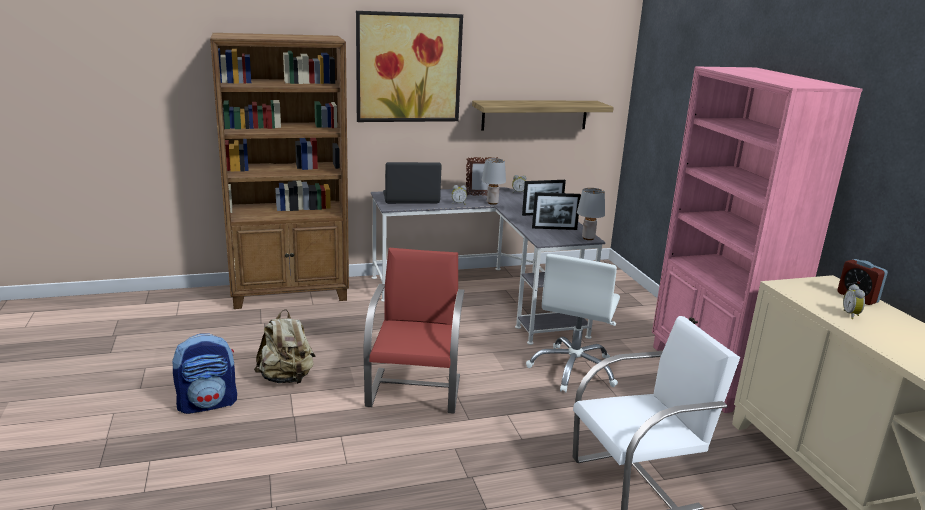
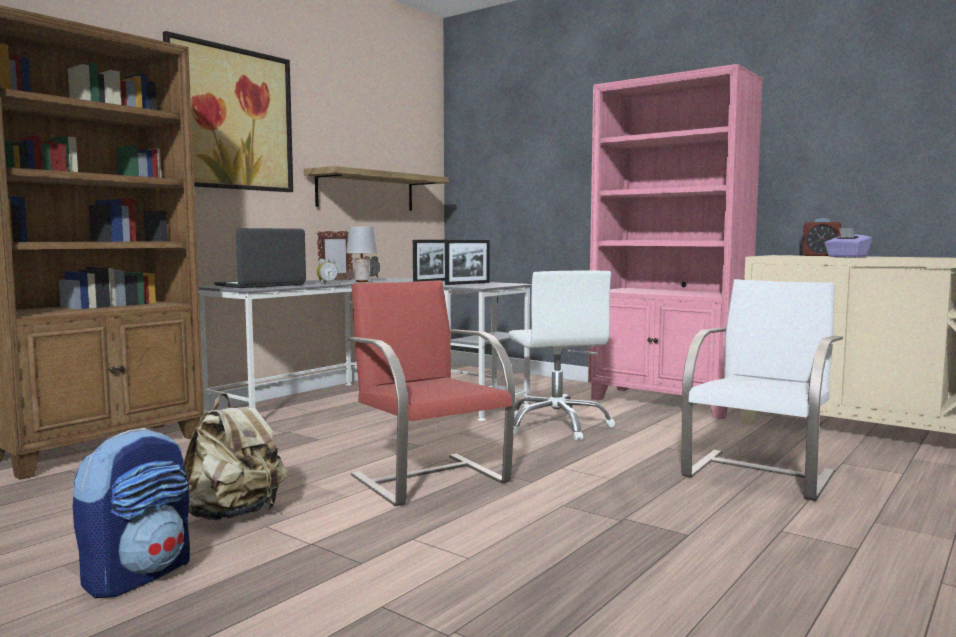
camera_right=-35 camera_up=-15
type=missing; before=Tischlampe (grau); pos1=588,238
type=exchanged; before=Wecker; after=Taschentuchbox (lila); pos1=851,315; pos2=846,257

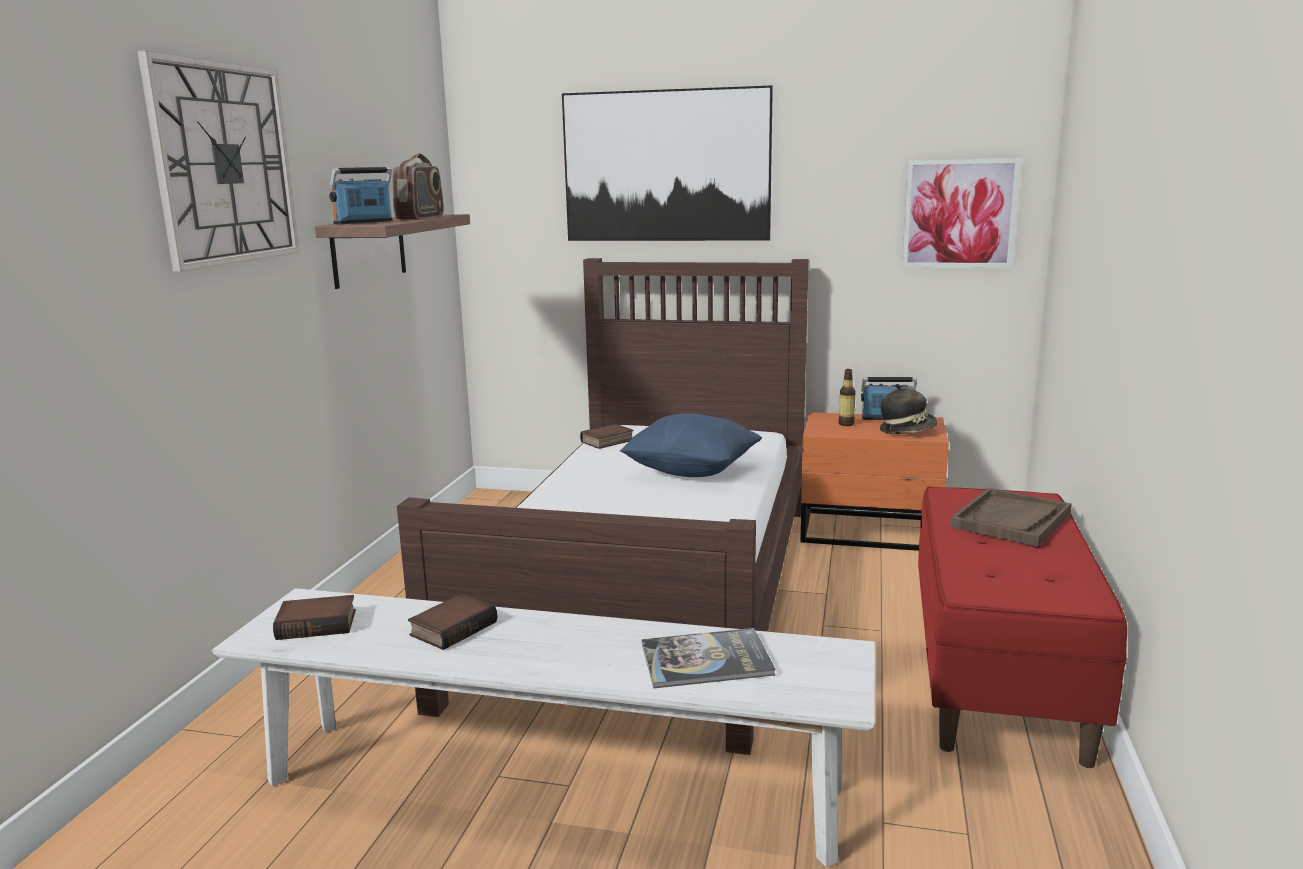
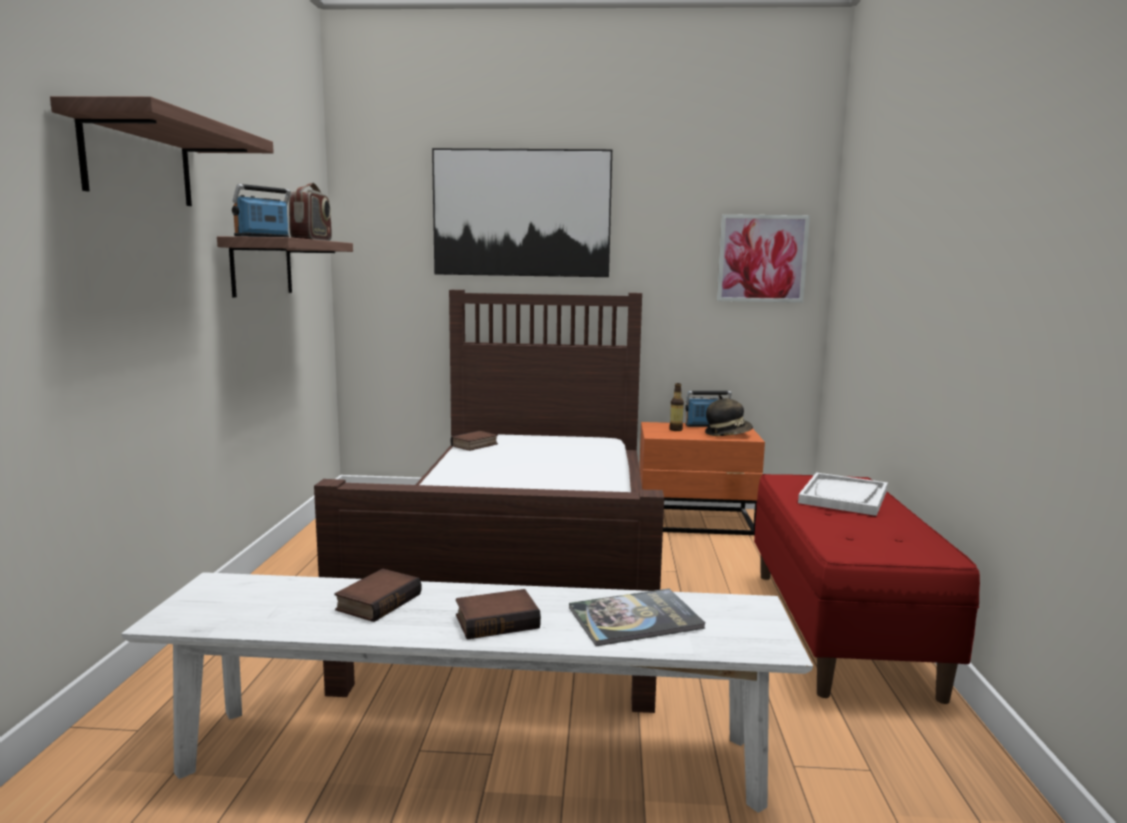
camera_right=-10 camera_up=-5
type=exchanged; before=Wanduhr; after=Wandregal; pos1=224,164; pos2=138,161
type=missing; before=Kissen (blau); pos1=691,472
type=colour; before=Tablett (braun); after=Tablett (weiß); pos1=1011,520; pos2=844,497
type=relocated; before=Buch; pos1=318,623; pos2=497,620

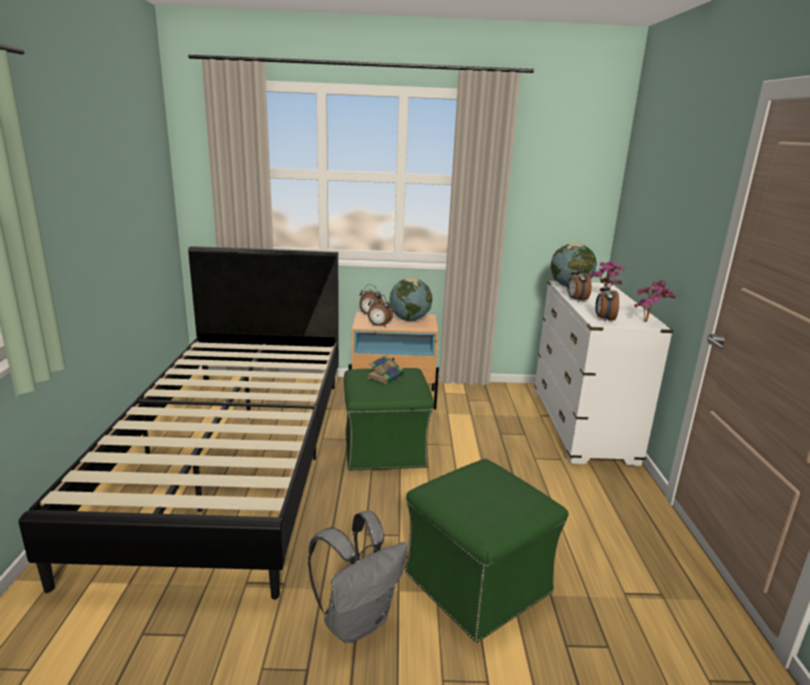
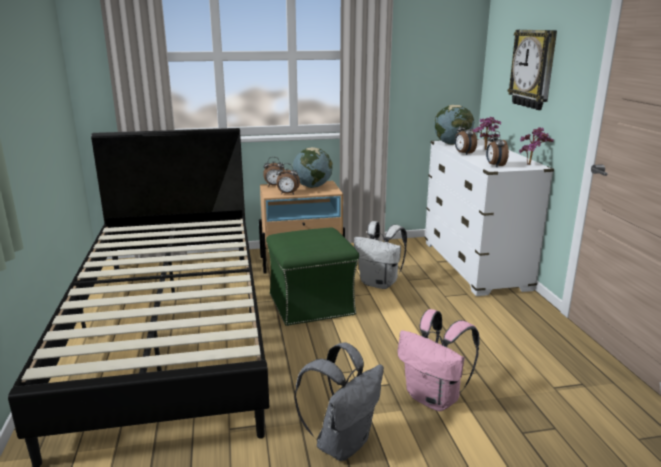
camera_right=-10 camera_up=0
type=missing; before=Buch; pos1=385,376
type=exchanged; before=Polsterhocker (grün); after=Rucksack (rosa); pos1=478,584; pos2=434,398
type=appeared; after=Wanduhr; pos2=533,69
type=appeared; after=Rucksack (weiß); pos2=380,283

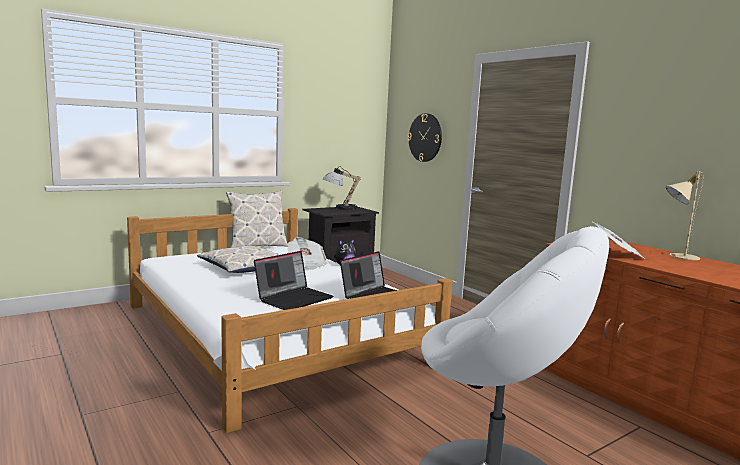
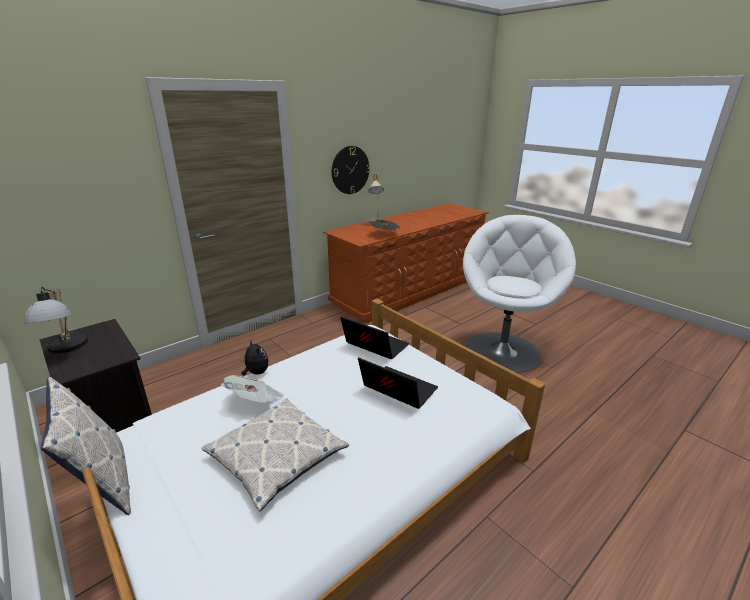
camera_right=-95 camera_up=15
type=relocated; before=Wanduhr; pos1=425,137; pos2=350,170

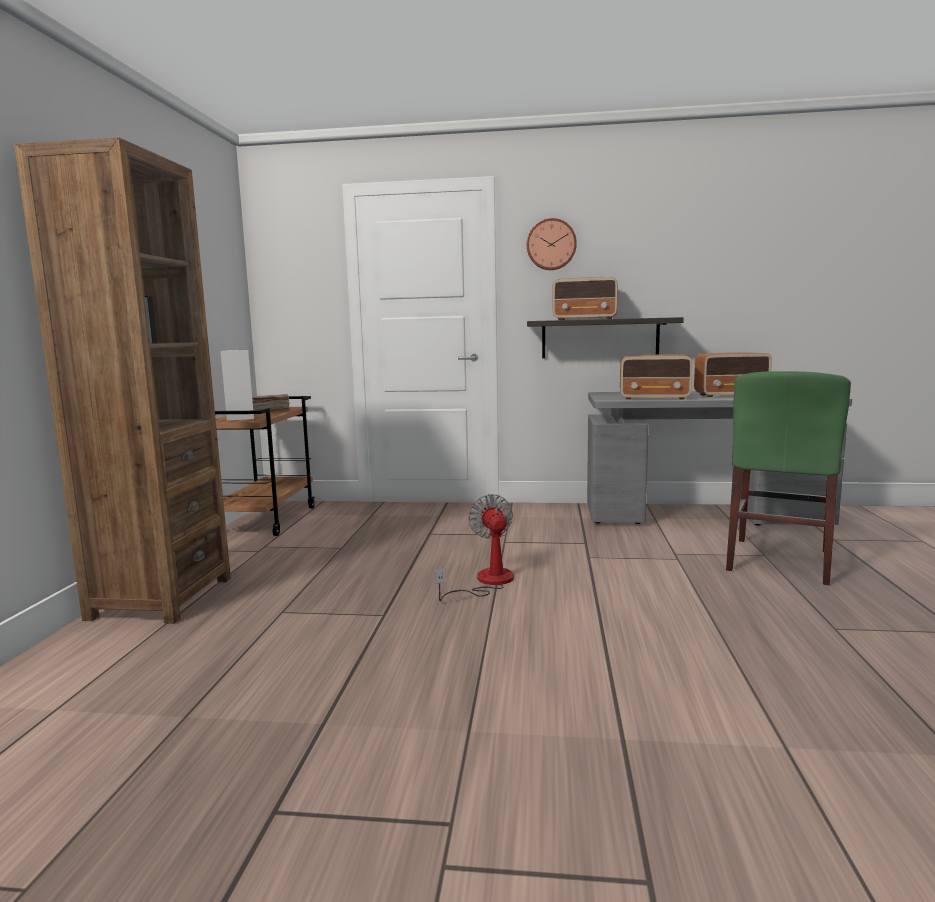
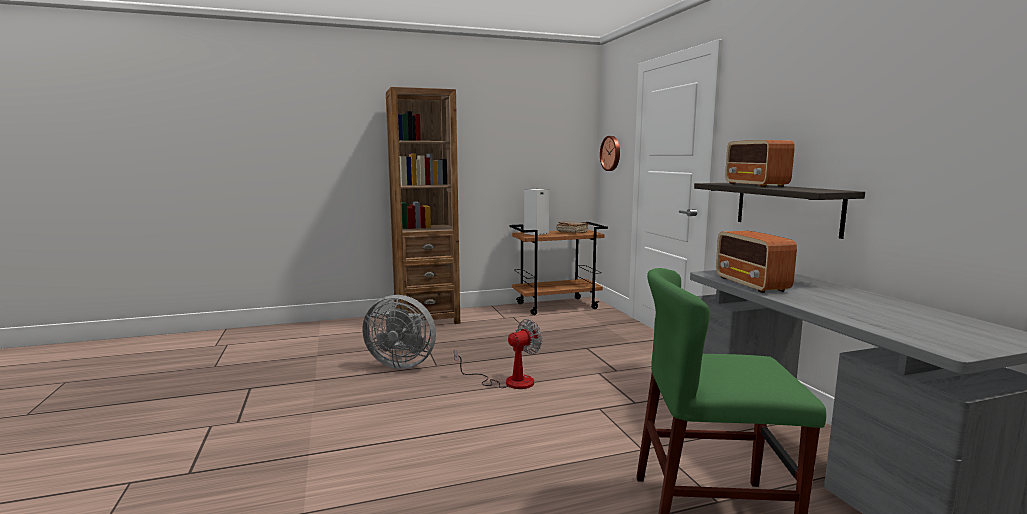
camera_right=65 camera_up=0
type=relocated; before=Wanduhr; pos1=551,244; pos2=611,153
type=missing; before=Radio; pos1=731,395
type=appeared; after=Ventilator (grau); pos2=402,363

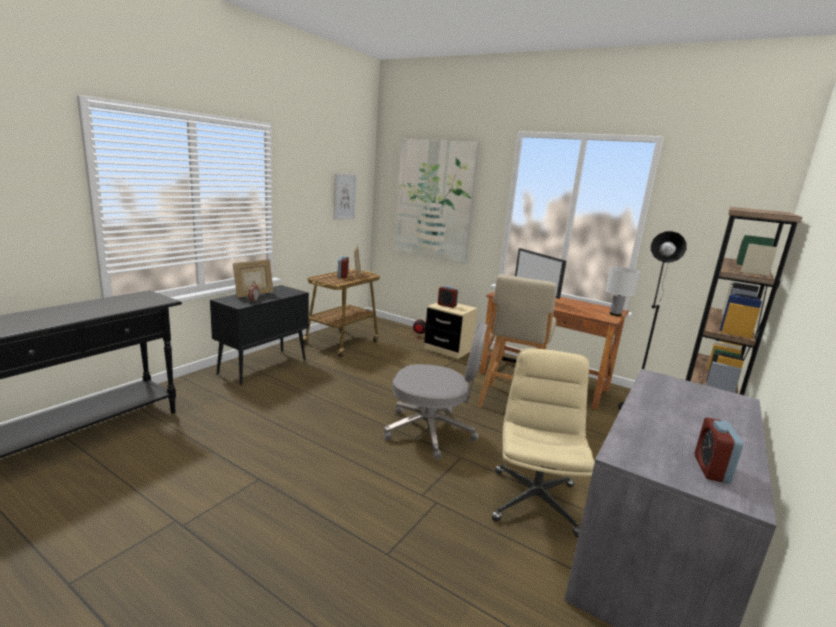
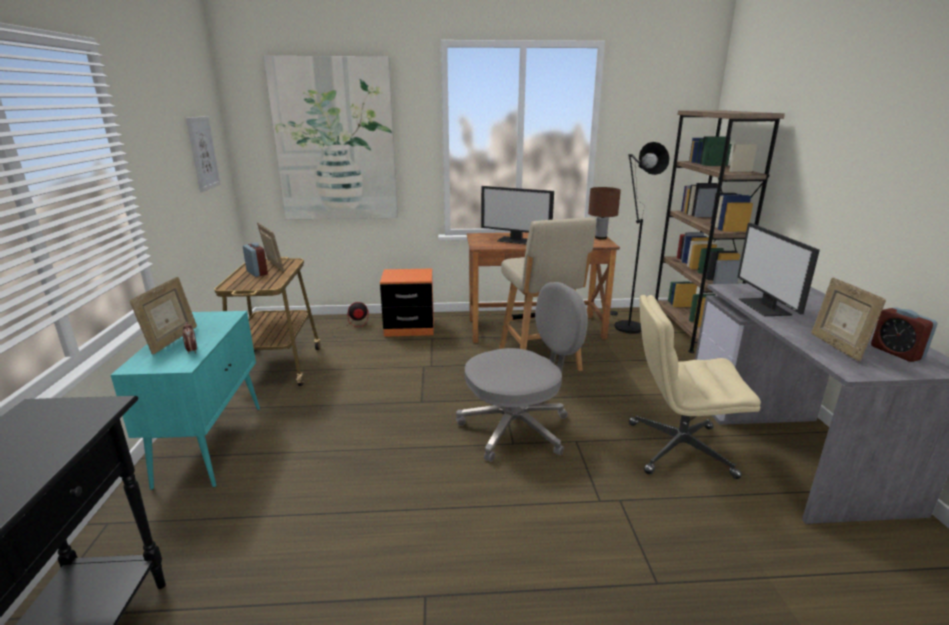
camera_right=-35 camera_up=5
type=colour; before=Tischlampe (weiß); after=Tischlampe (braun); pos1=615,314; pos2=600,238
type=colour; before=Schrank (schwarz); after=Schrank (türkis); pos1=264,366; pos2=211,444
type=missing; before=Wecker; pos1=447,305
type=colour; before=Nachttisch (beige); after=Nachttisch (orange); pos1=448,349; pos2=409,328
type=spun; before=Bürostuhl (beige); pos1=534,501; pos2=678,449; turn=-60
type=appeared; after=Monitor; pos2=765,307
type=appeared; after=Bilderrahmen; pos2=836,347

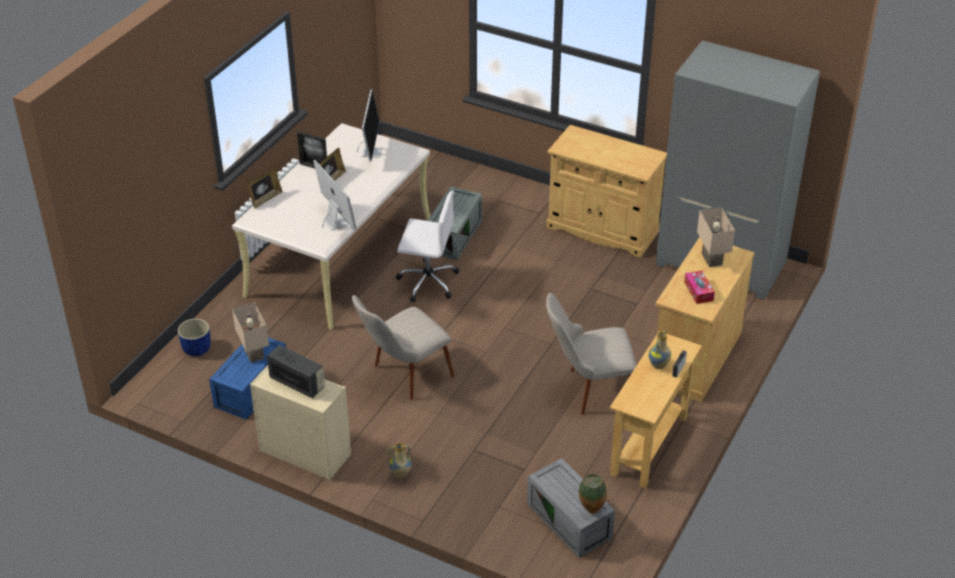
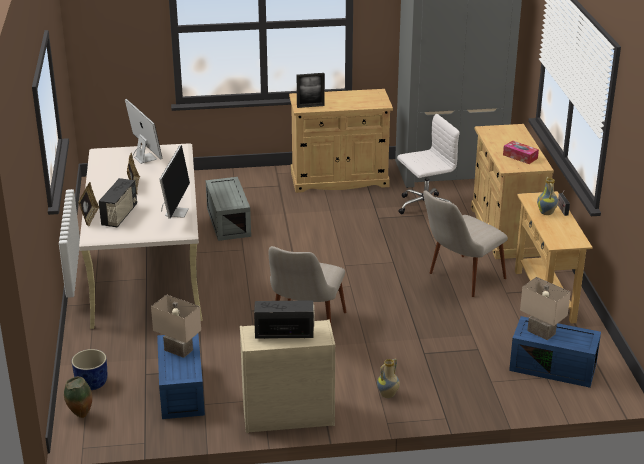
camera_right=-35 camera_up=-10
type=relocated; before=Bilderrahmen; pos1=314,167; pos2=310,106
type=spun; before=Monitor; pos1=335,222; pos2=176,212; turn=75
type=relocated; before=Bürostuhl (weiß); pos1=427,281; pos2=424,208
type=relocated; before=Tischlampe (beige); pos1=710,259; pos2=540,333
type=colour; before=Aufbewahrungsbox (grau); after=Aufbewahrungsbox (blau); pos1=571,521; pos2=554,367
type=relocated; before=Vase; pos1=590,510; pos2=80,416
type=appeared; after=Radio; pos2=120,216

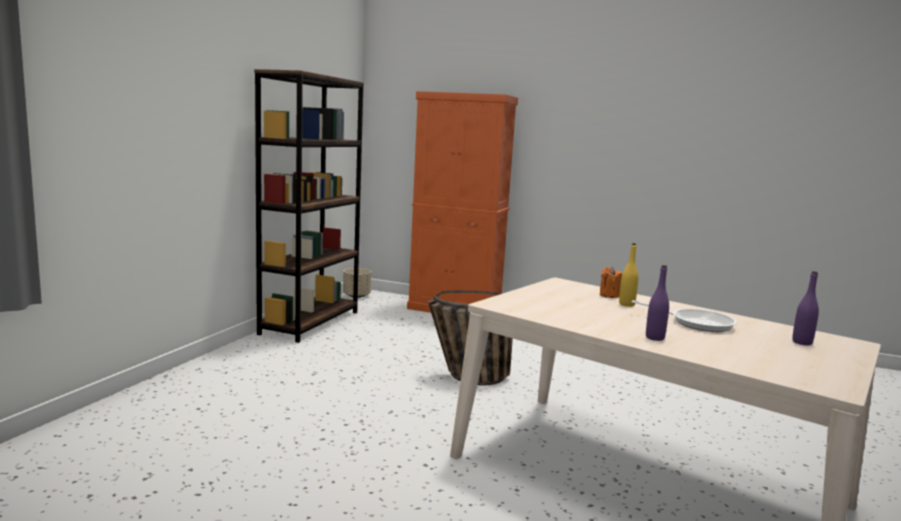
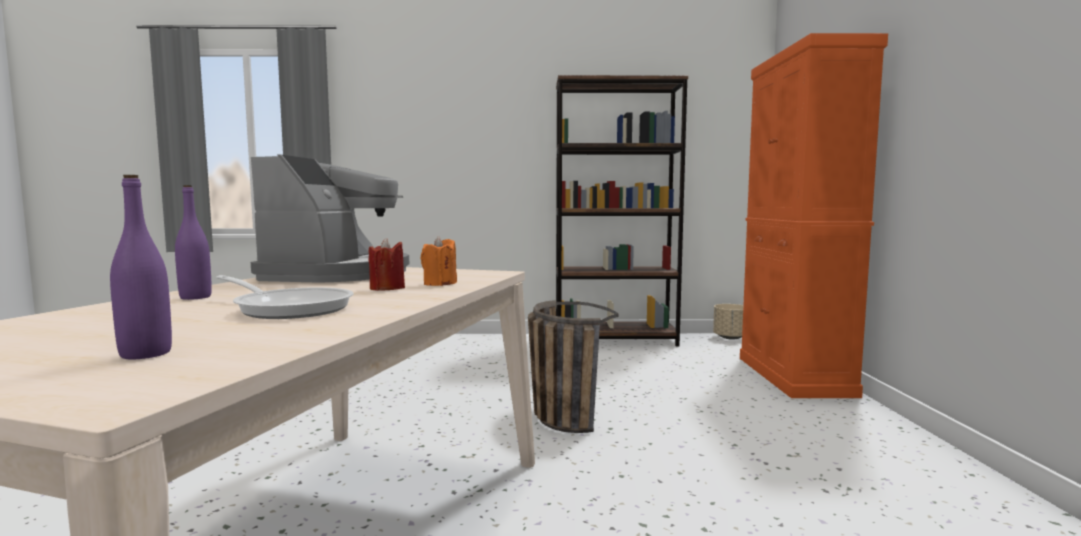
camera_right=70 camera_up=-5
type=exchanged; before=Flasche (gelb); after=Kerze (rot); pos1=626,304; pos2=387,288
type=spun; before=Pfanne; pos1=696,323; pos2=289,308; turn=-60
type=appeared; after=Kaffeemaschine; pos2=339,274

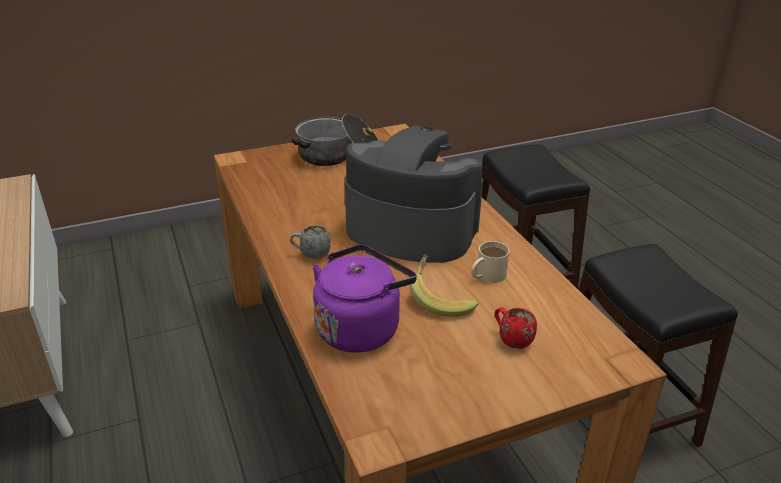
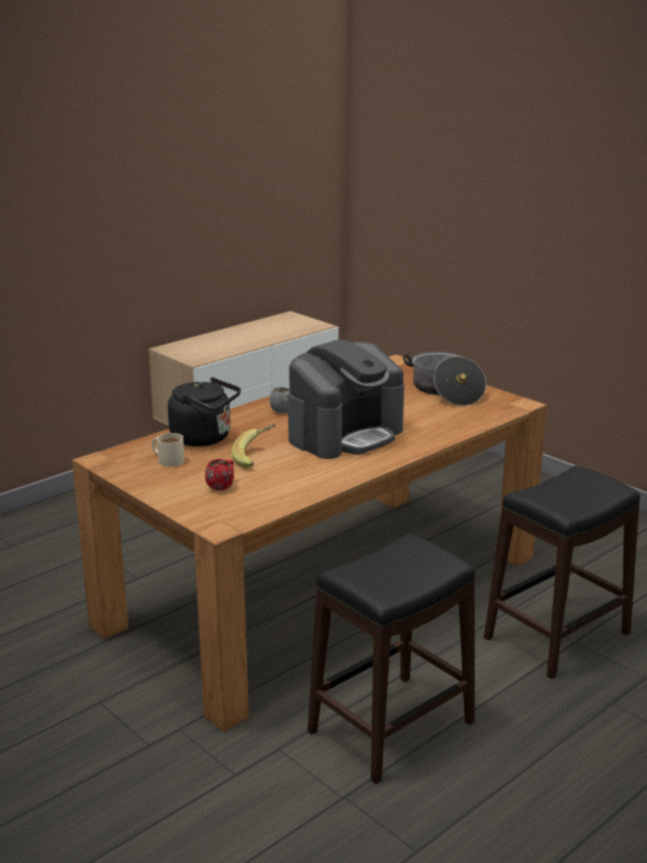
camera_right=70 camera_up=-10
type=spun; before=Kaffeemaschine; pos1=410,230; pos2=345,434; turn=45
type=relocated; before=Henkelbecher (beige); pos1=486,276; pos2=167,460
type=colour; before=Wasserkessel (lila); after=Wasserkessel (schwarz); pos1=361,328; pos2=205,438

